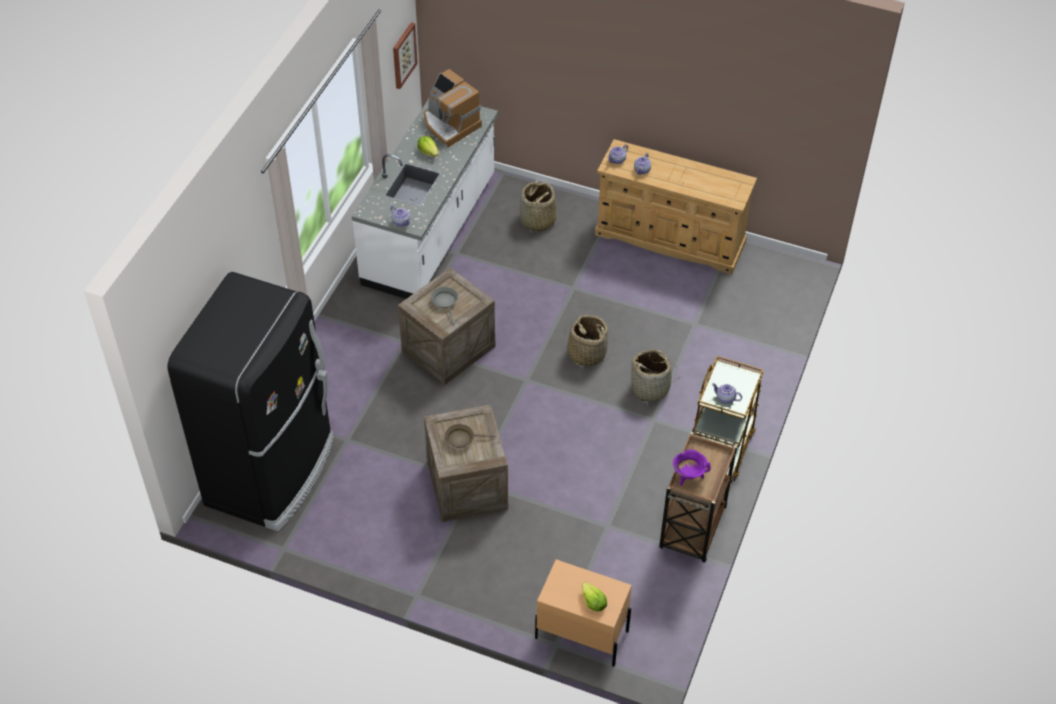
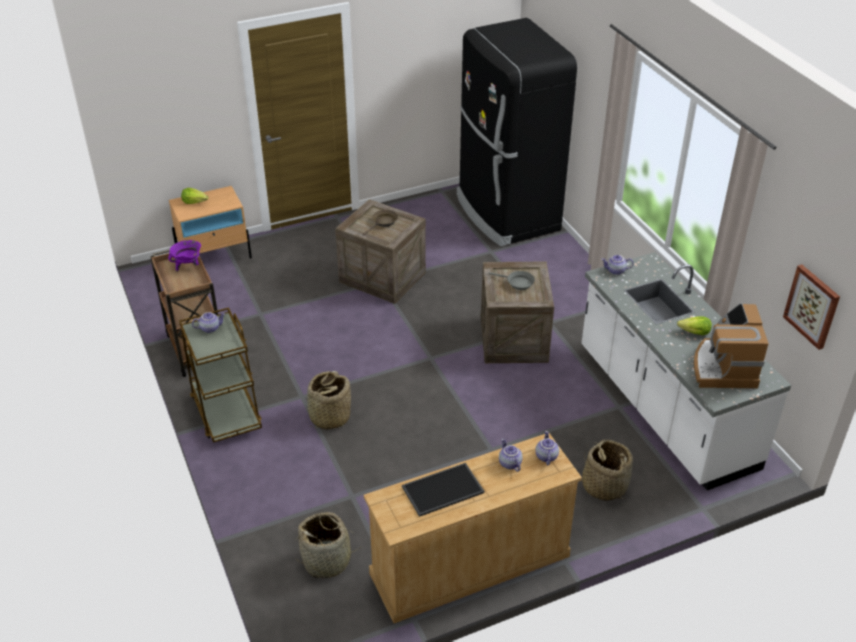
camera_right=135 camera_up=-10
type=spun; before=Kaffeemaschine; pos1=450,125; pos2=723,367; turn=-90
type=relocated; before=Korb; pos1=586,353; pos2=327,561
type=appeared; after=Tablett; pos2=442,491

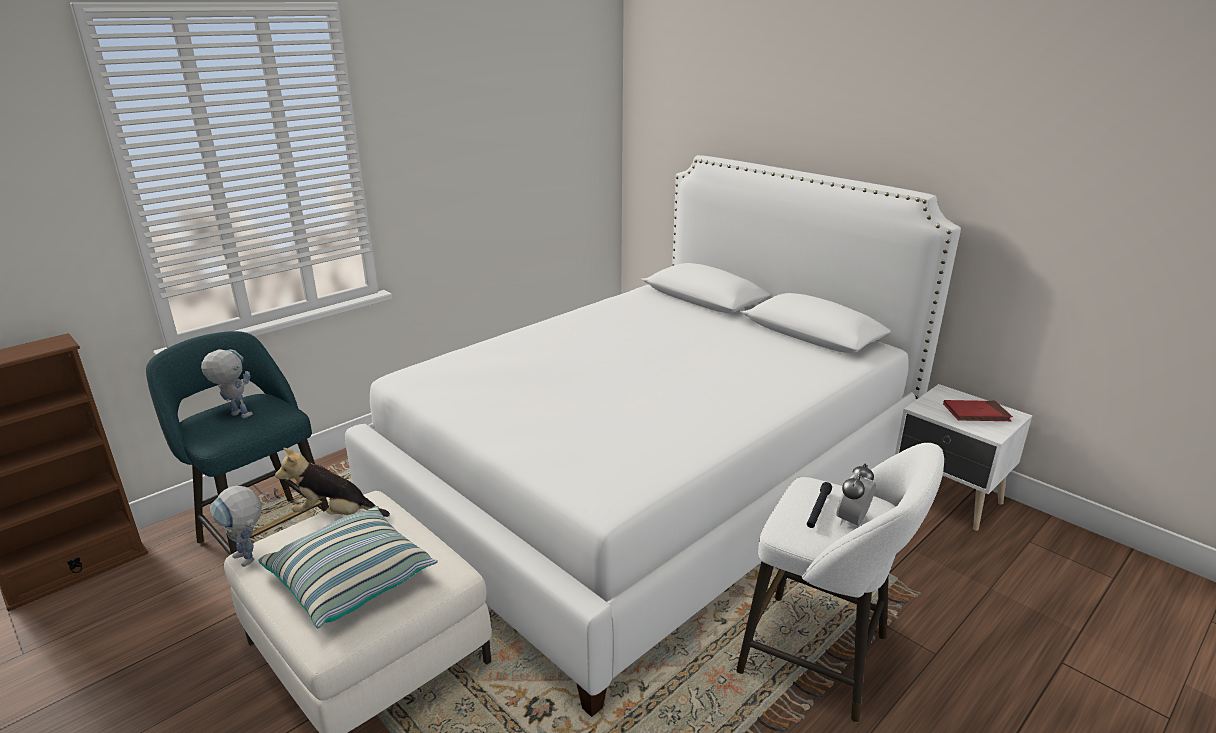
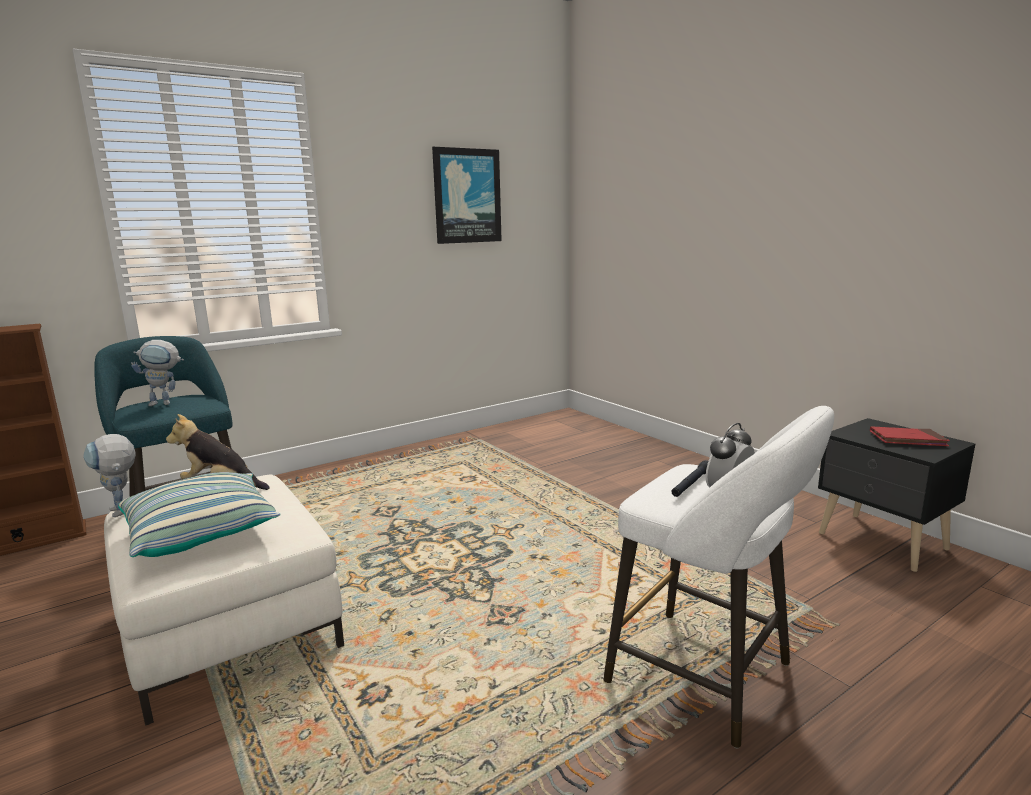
camera_right=10 camera_up=-10
type=missing; before=Bett (weiß); pos1=649,487
type=spun; before=Spielzeugroboter; pos1=235,414; pos2=166,403; turn=135
type=colour; before=Nachttisch (weiß); after=Nachttisch (schwarz); pos1=947,500; pos2=882,543
type=appeared; after=Bild; pos2=467,196

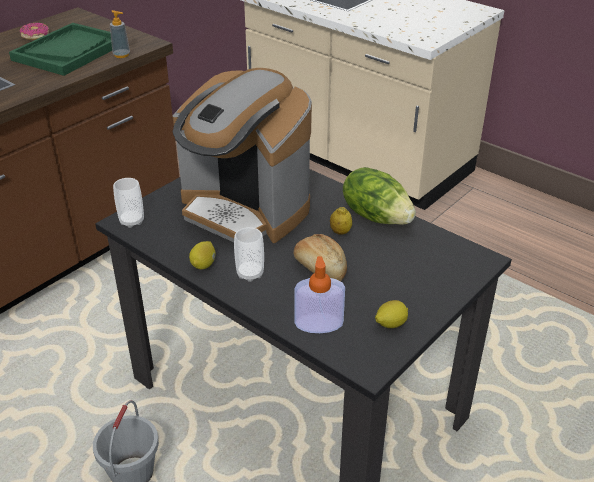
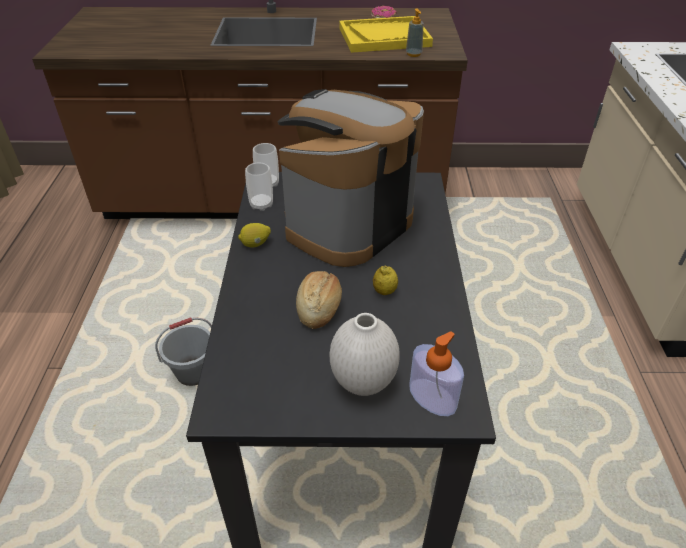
camera_right=50 camera_up=5
type=colour; before=Tablett (grün); after=Tablett (gelb); pos1=69,51; pos2=384,37
type=spun; before=Kaffeemaschine; pos1=245,210; pos2=347,224; turn=45
type=missing; before=Salatkopf; pos1=376,216
type=relocated; before=Tasse; pos1=250,274; pos2=261,204
type=relocated; before=Seifenspender; pos1=319,323; pos2=432,397
type=missing; before=Zitrone; pos1=390,324
type=appeared; after=Vase (weiß); pos2=363,382

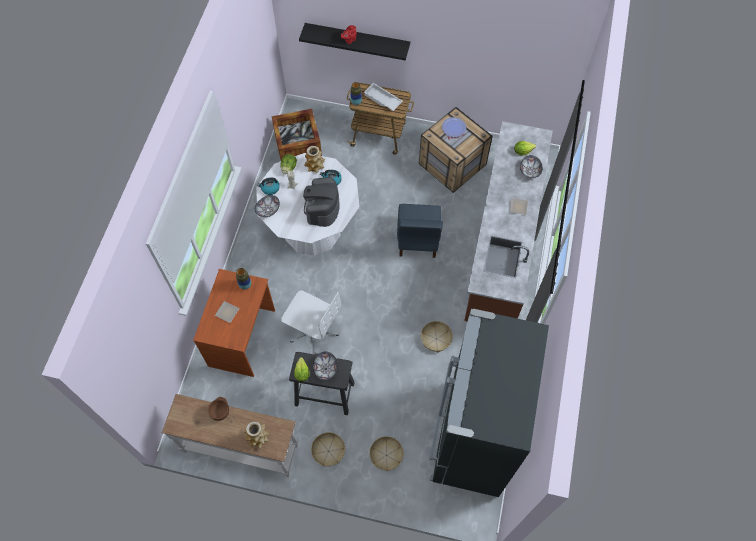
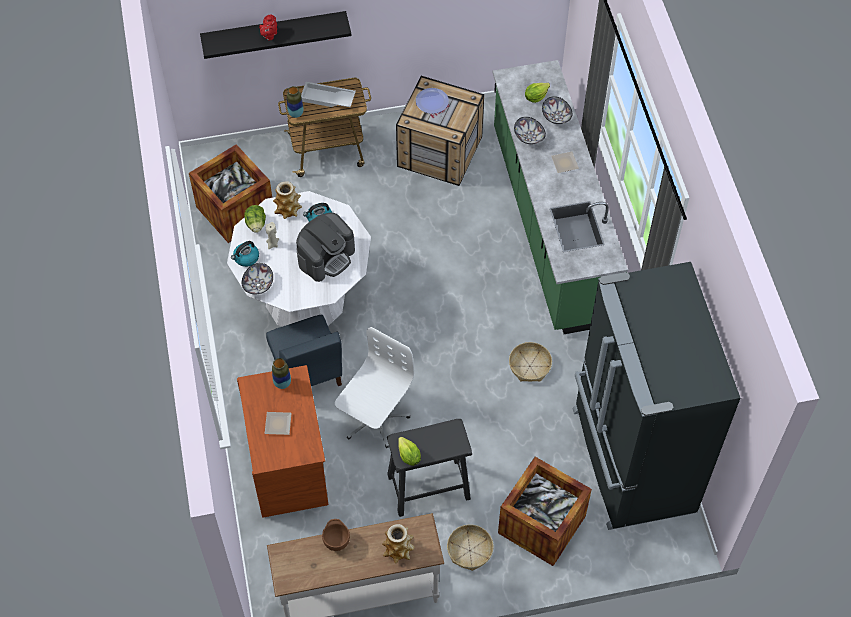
camera_right=-25 camera_up=-5
type=colour; before=Küchenzeile (braun); after=Küchenzeile (grün); pos1=501,245; pos2=550,225
type=spun; before=Kaffeemaschine; pos1=322,208; pos2=326,257; turn=-120
type=relocated; before=Stuhl (blau); pos1=417,239; pos2=308,371
type=spun; before=Bürostuhl (weiß); pos1=313,331; pos2=374,419; turn=-60
type=relocated; before=Schüssel; pos1=325,369; pos2=528,137
type=exchanged; before=Korb; after=Kiste; pos1=386,455; pos2=541,524

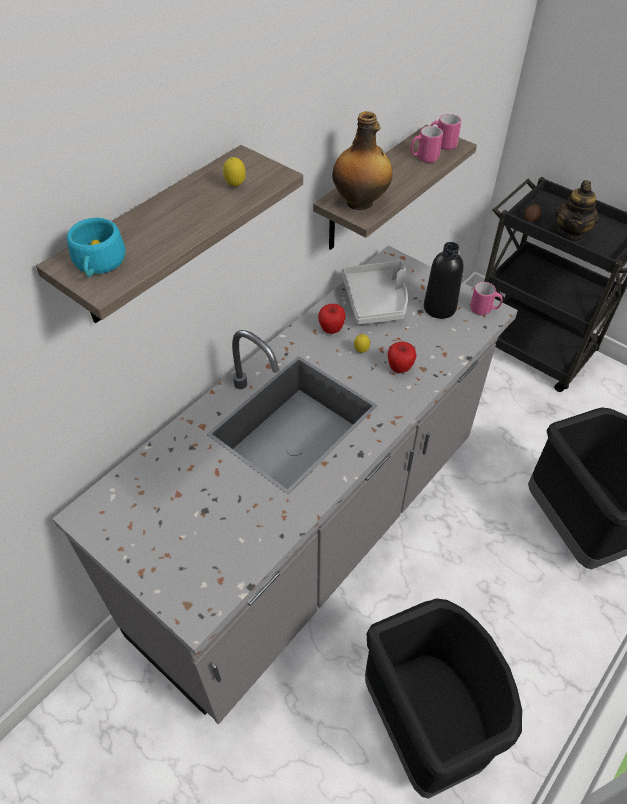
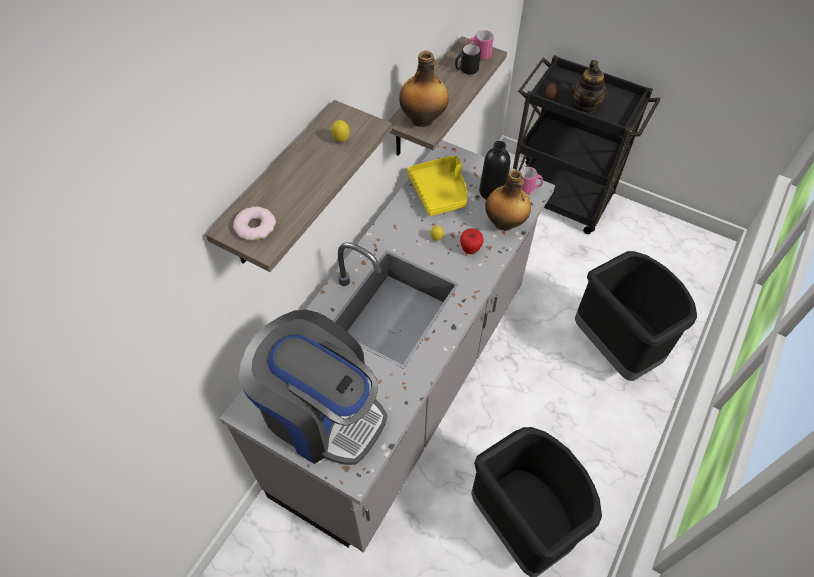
camera_right=-10 camera_up=5
type=colour; before=Henkelbecher (rosa); after=Henkelbecher (schwarz); pos1=423,158; pos2=466,70
type=exchanged; before=Tasse (türkis); after=Donut; pos1=98,264; pos2=255,226
type=colour; before=Tablett (grau); after=Tablett (gelb); pos1=376,300; pos2=440,192
type=missing; before=Apfel; pos1=331,329
type=appeared; after=Flasche; pos2=505,223
type=appeared; after=Kaffeemaschine; pos2=321,412

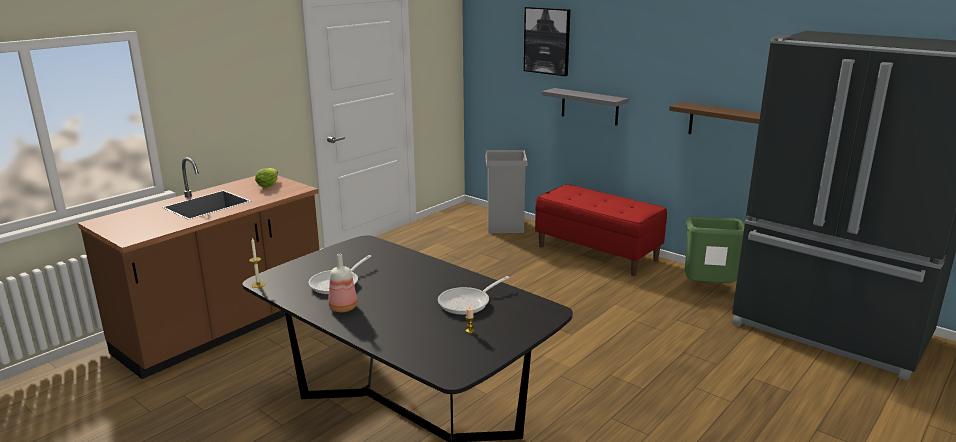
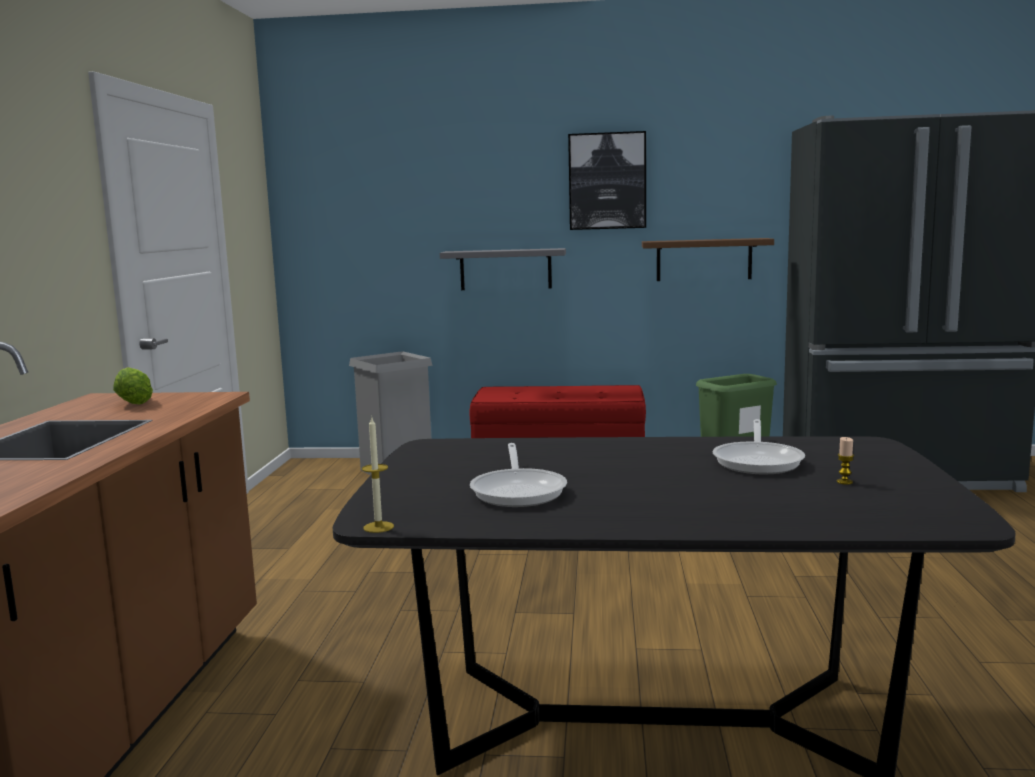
camera_right=-35 camera_up=-10
type=relocated; before=Bild; pos1=547,41; pos2=607,181
type=missing; before=Flasche; pos1=342,308

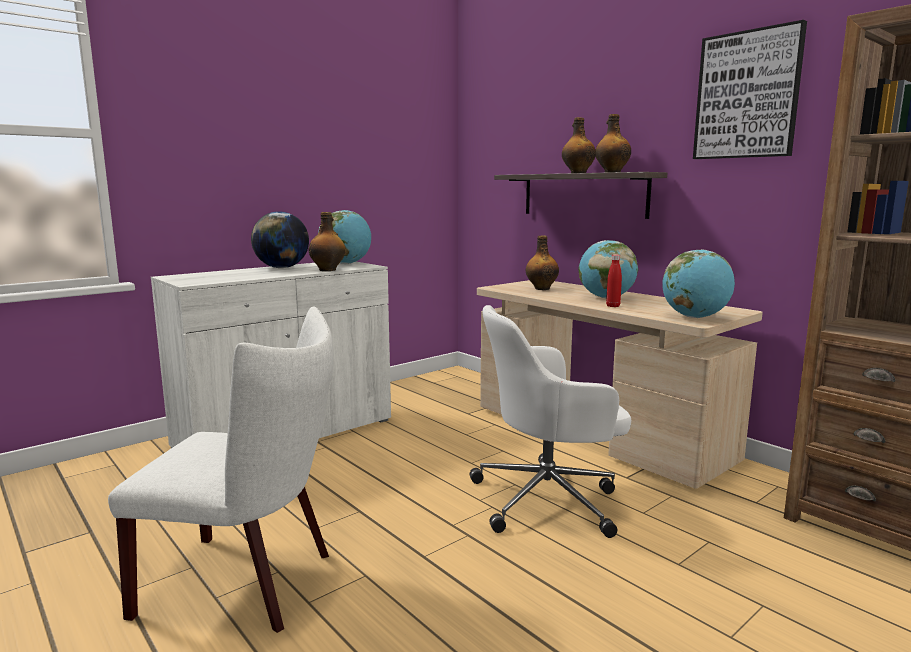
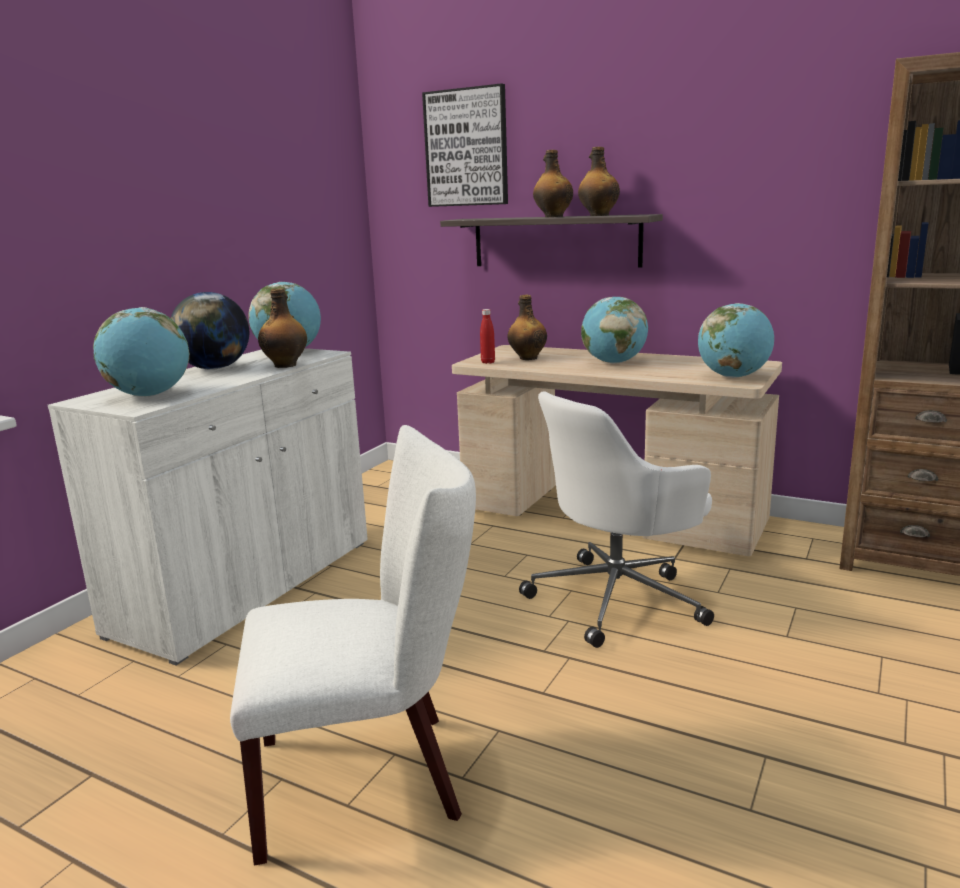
camera_right=-20 camera_up=5
type=relocated; before=Bild; pos1=747,95; pos2=466,148
type=relocated; before=Flasche (rot); pos1=613,306; pos2=488,362
type=appeared; after=Globus; pos2=149,395

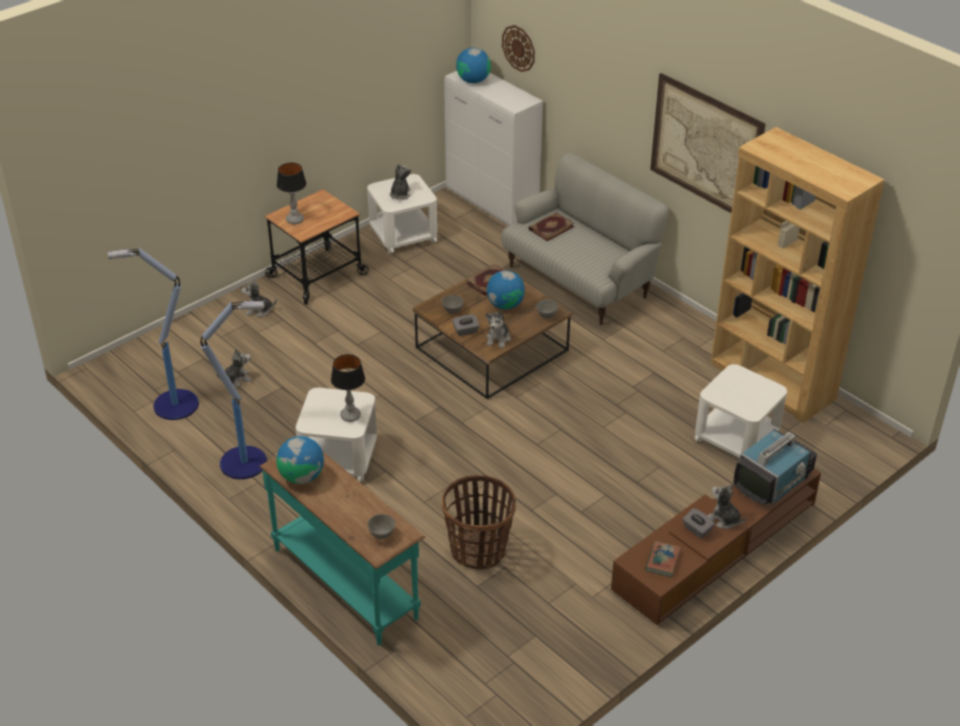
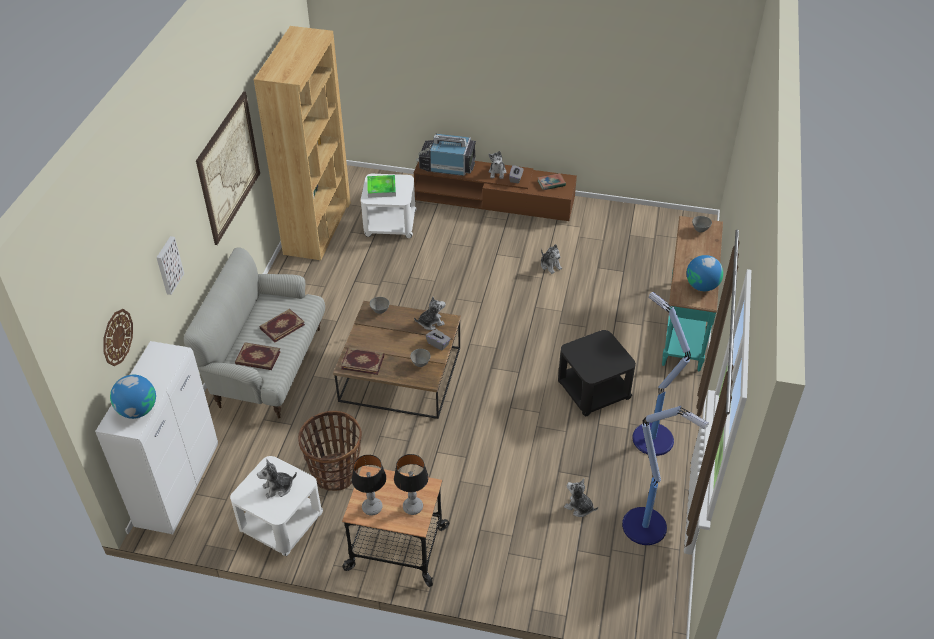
camera_right=-125 camera_up=5
type=missing; before=Globus; pos1=505,305
type=relocated; before=Plüschtier; pos1=259,310; pos2=550,266
type=relocated; before=Tischlampe; pos1=350,416; pos2=372,507
type=colour; before=Beistelltisch (weiß); after=Beistelltisch (schwarz); pos1=339,457; pos2=593,391
type=relocated; before=Korb; pos1=478,550; pos2=335,472
type=appeared; after=Tablett; pos2=381,188
type=appeared; after=Bild; pos2=168,265
type=appeared; after=Buch; pos2=282,326

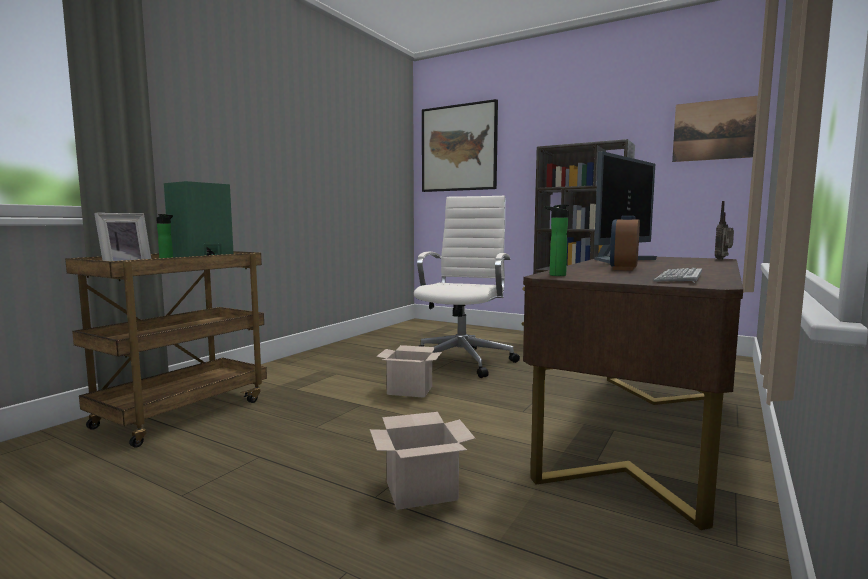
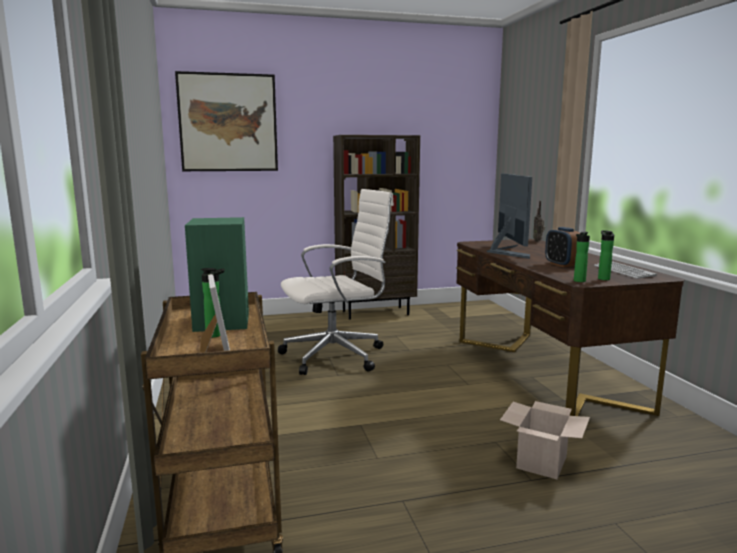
camera_right=-45 camera_up=5
type=missing; before=Bild; pos1=713,130
type=spun; before=Bürostuhl (weiß); pos1=463,360; pos2=337,355; turn=90
type=missing; before=Karton; pos1=411,390
type=appeared; after=Flasche; pos2=603,278

